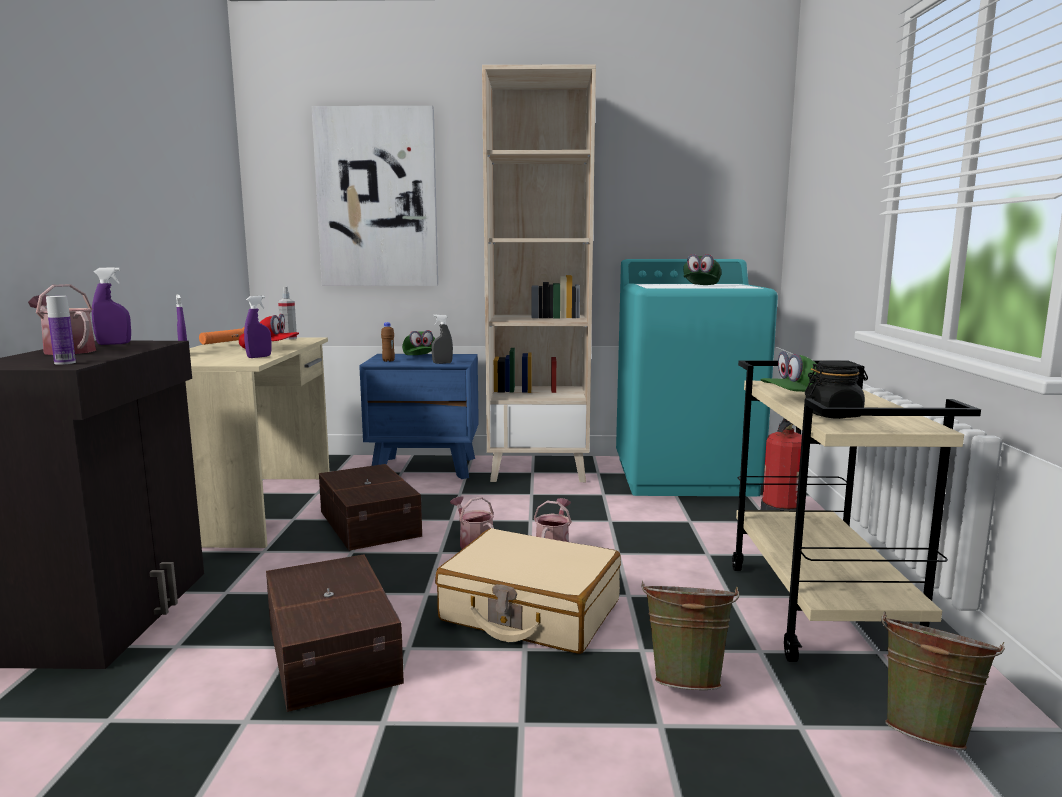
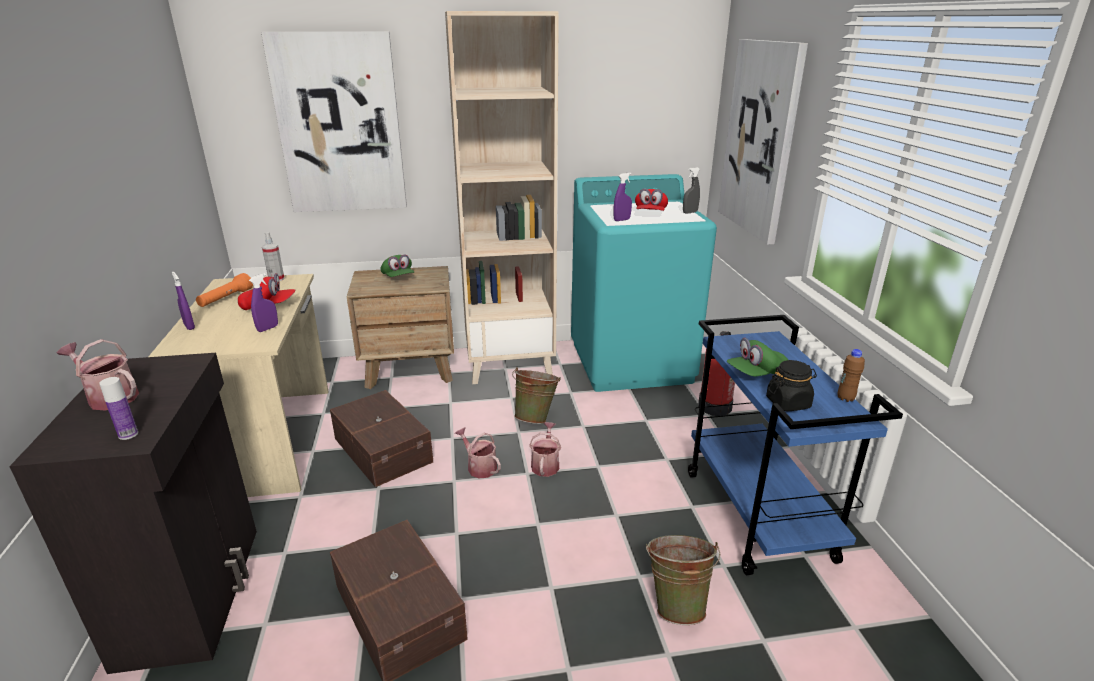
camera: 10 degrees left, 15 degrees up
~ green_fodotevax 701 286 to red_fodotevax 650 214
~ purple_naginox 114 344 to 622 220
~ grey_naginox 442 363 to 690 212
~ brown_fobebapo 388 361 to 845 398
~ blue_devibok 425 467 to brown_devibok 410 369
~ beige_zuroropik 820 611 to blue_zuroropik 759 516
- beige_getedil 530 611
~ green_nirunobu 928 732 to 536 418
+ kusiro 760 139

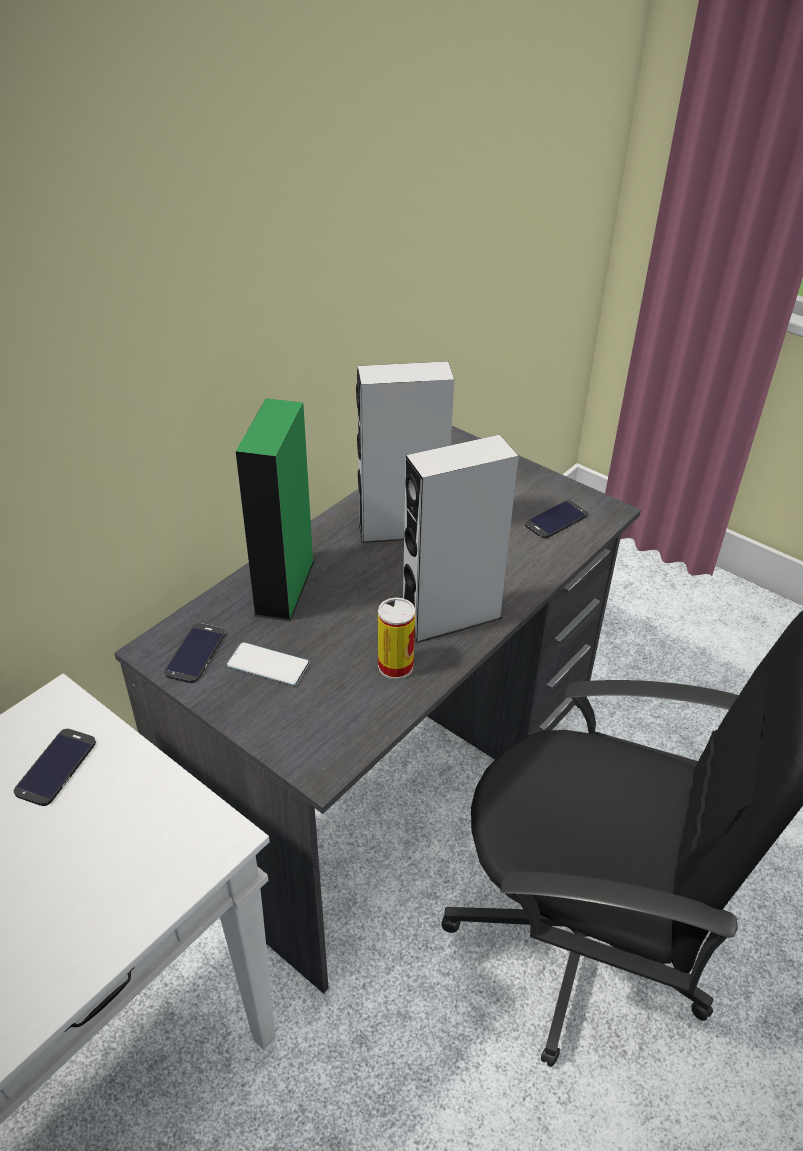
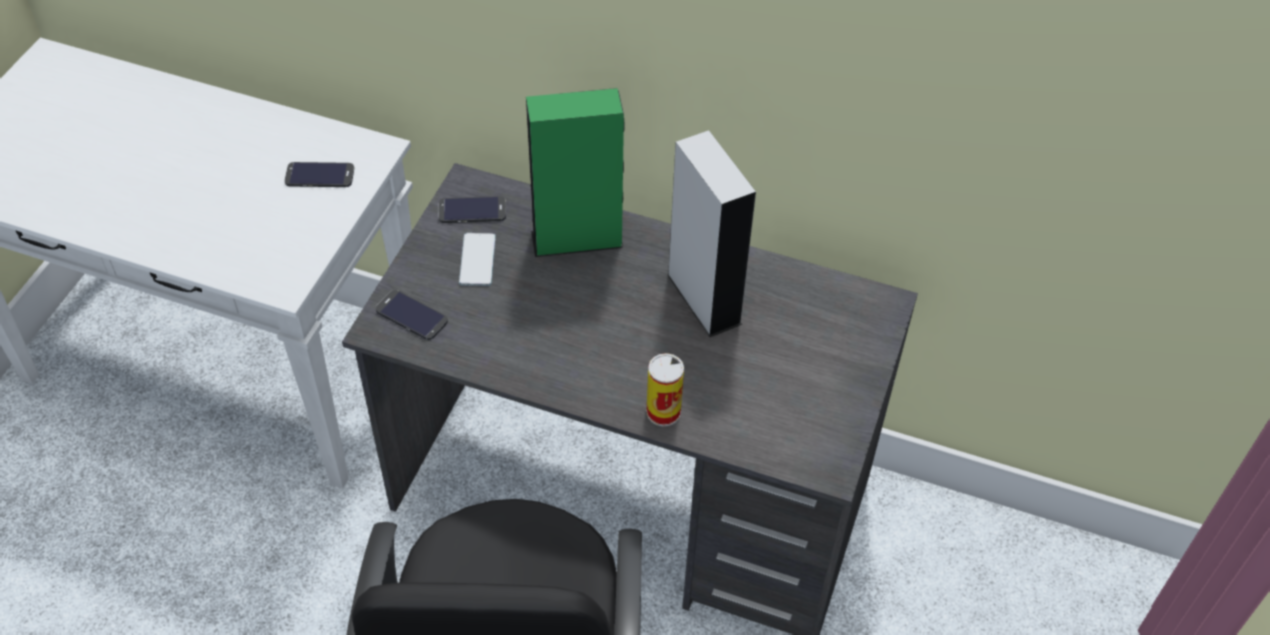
camera: 70 degrees right, 10 degrees up
- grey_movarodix 451 618
~ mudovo 556 520 to 411 315
~ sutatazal 395 666 to 663 412

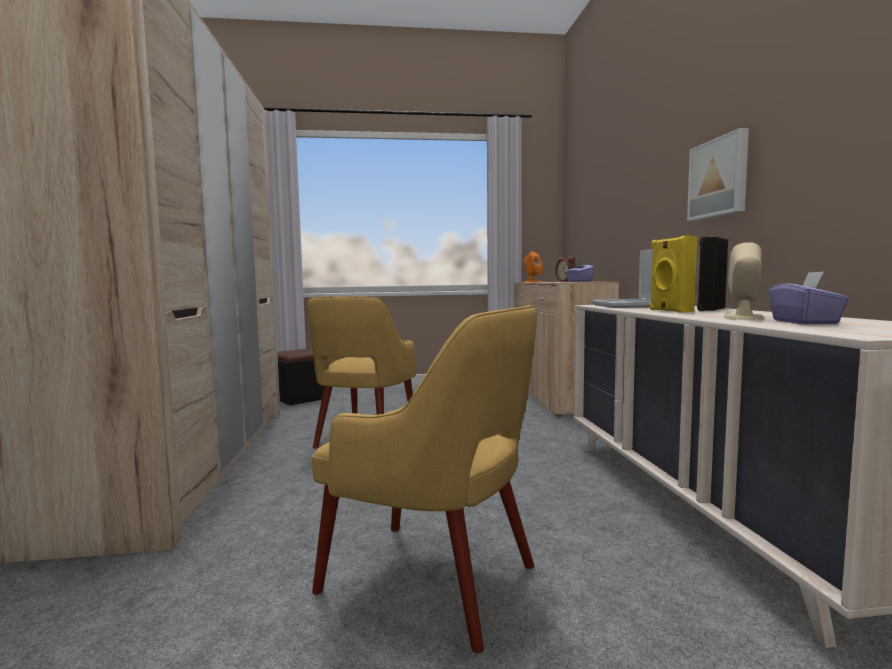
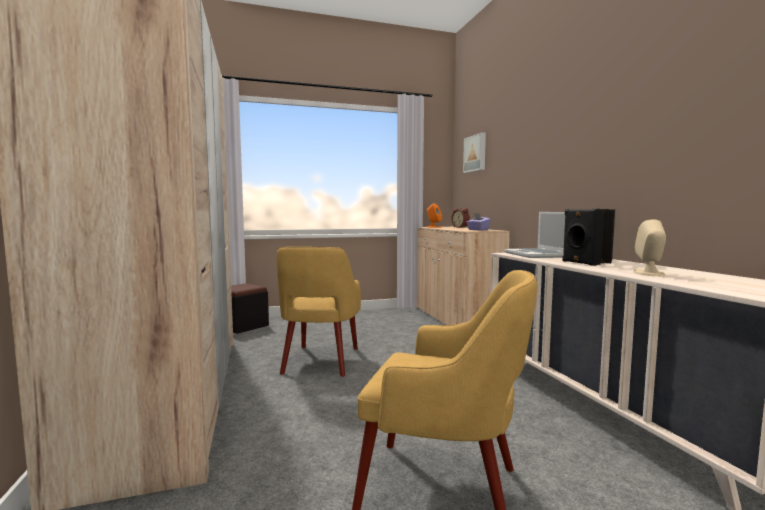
camera: 10 degrees left, 0 degrees up
~ kusiro 719 178 to 475 153
~ yellow_movarodix 669 311 to black_movarodix 579 263
- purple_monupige 805 322

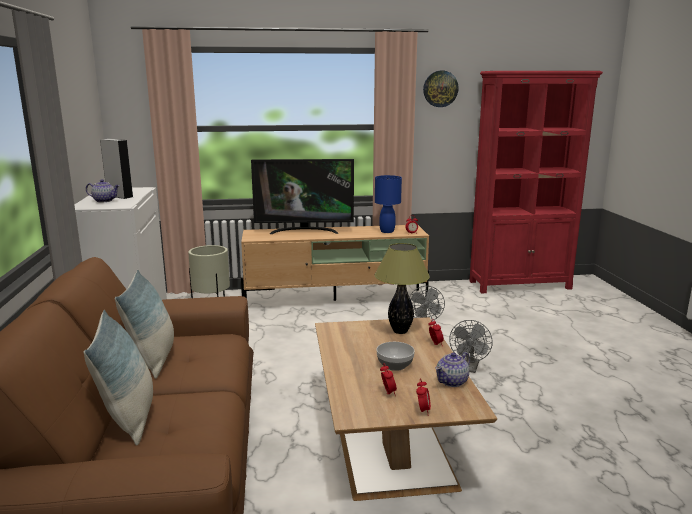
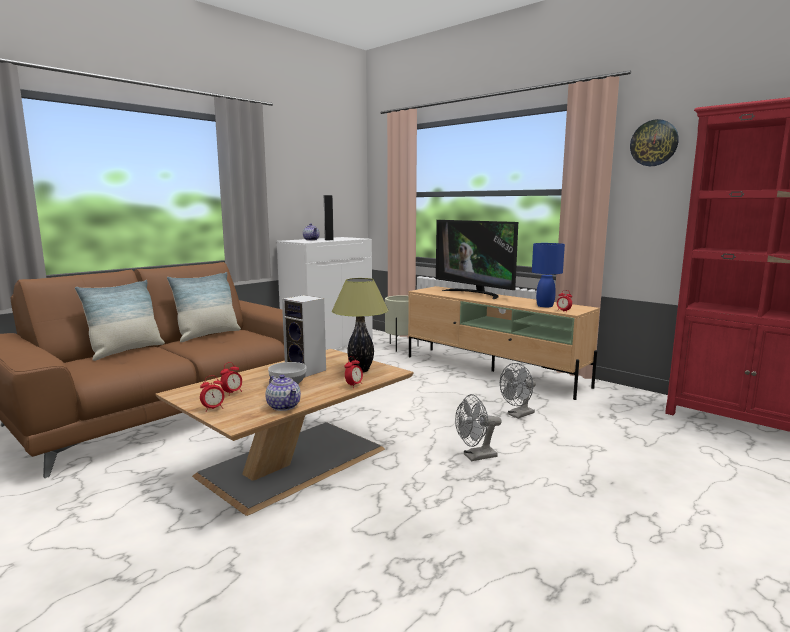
camera: 50 degrees right, 5 degrees down
~ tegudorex 452 381 = 284 406 135 degrees counterclockwise
+ movarodix 307 370

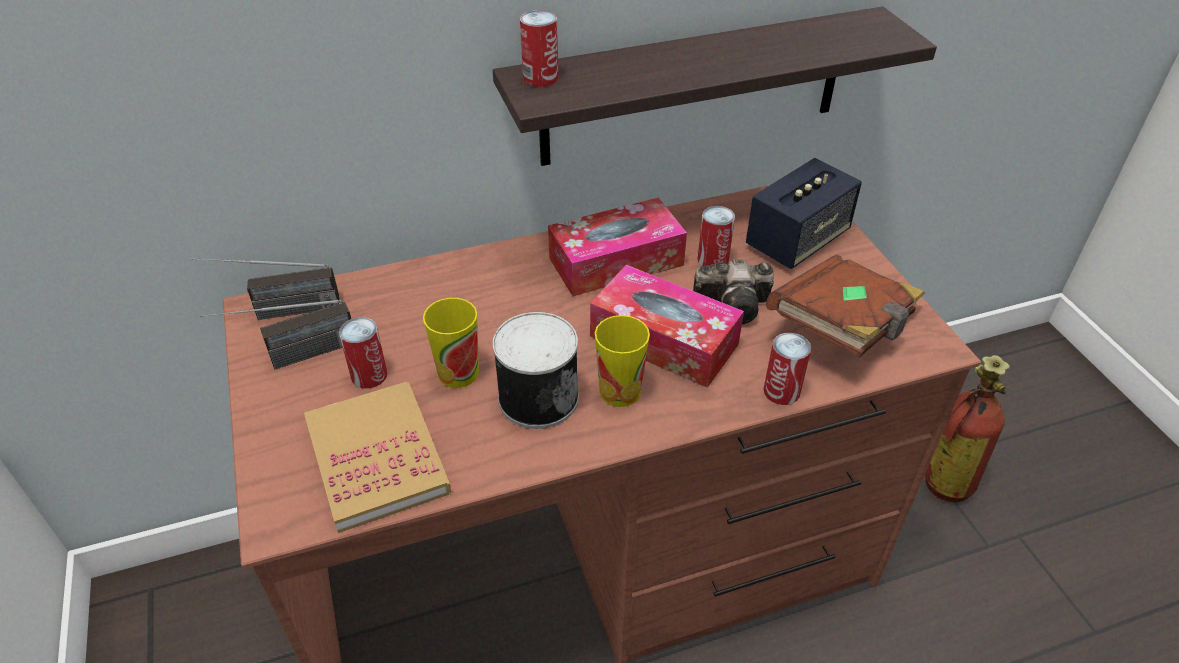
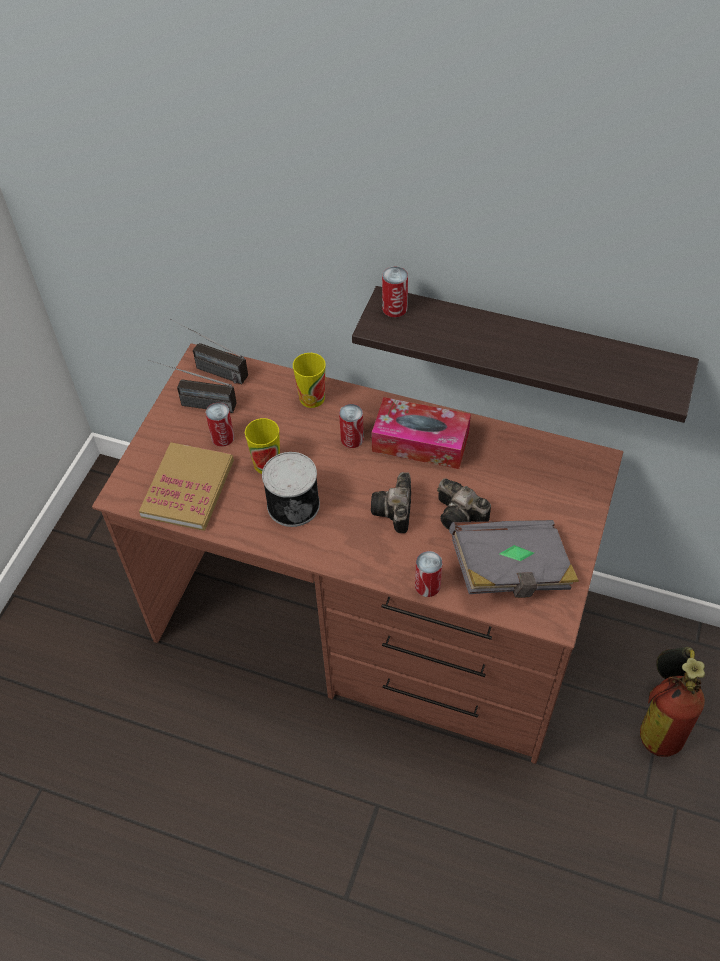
camera: 40 degrees right, 10 degrees up
- movarodix 797 240
~ sutatazal 713 259 to 352 439
~ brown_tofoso 843 327 to grey_tofoso 511 571
~ monupige 664 340 to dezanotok 394 512
~ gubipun 620 391 to 312 398

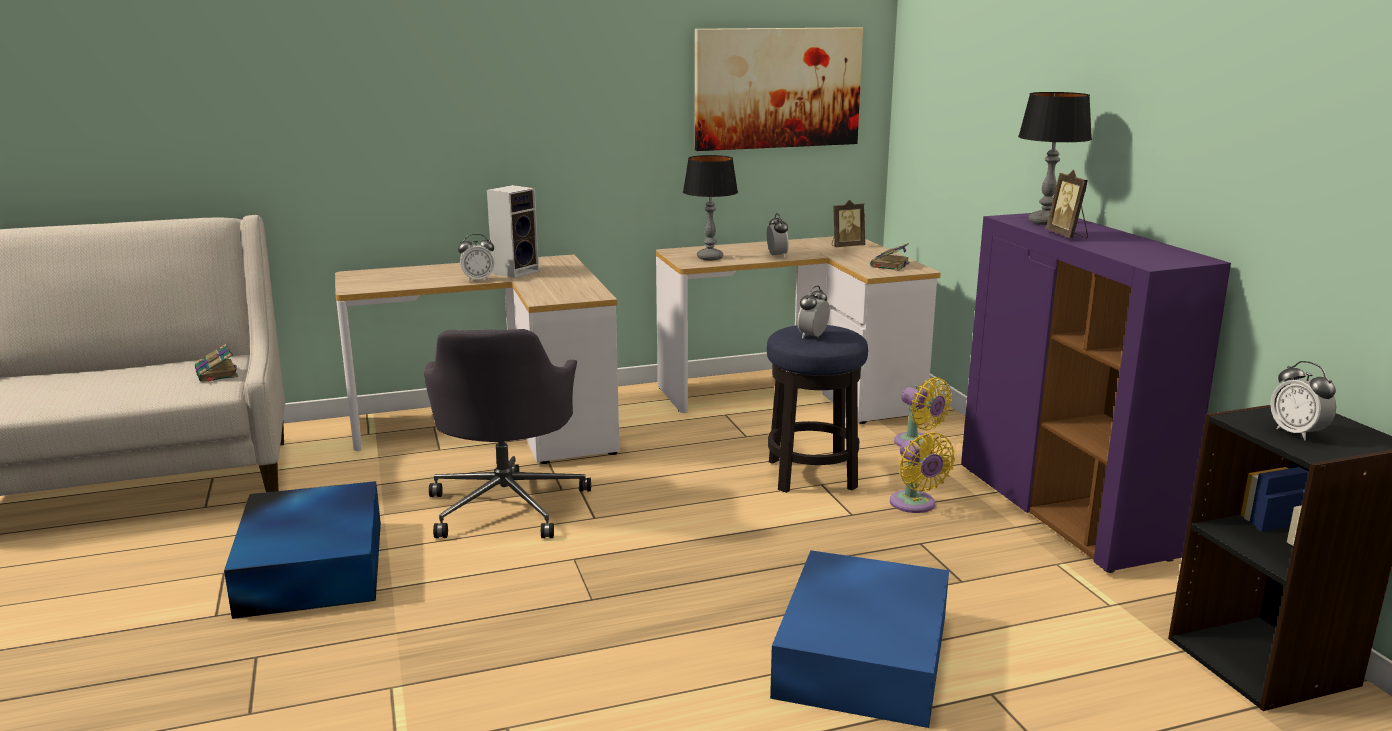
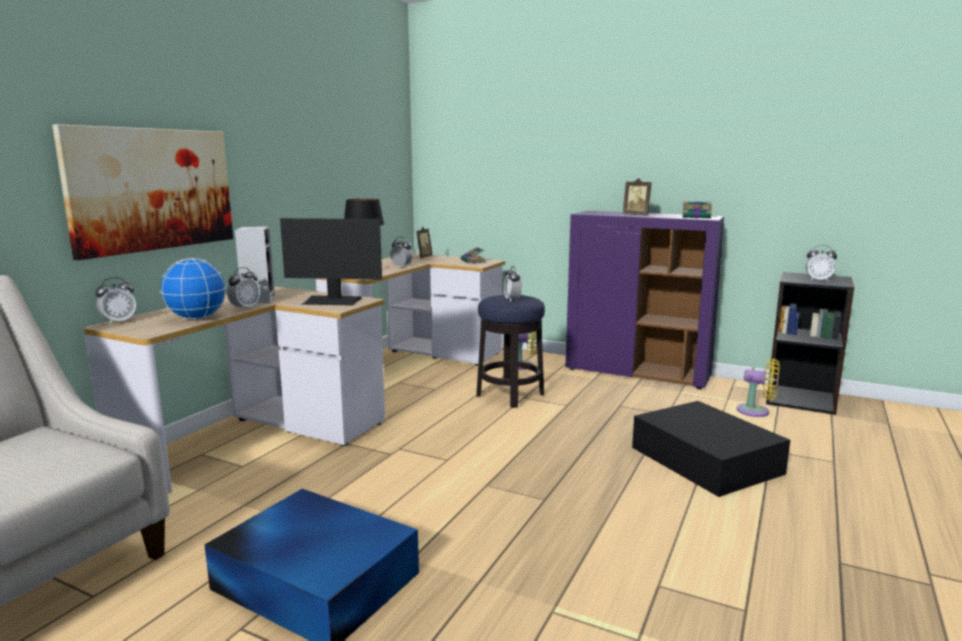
camera: 45 degrees left, 5 degrees down
~ kusiro 778 88 to 153 189
- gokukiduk 1045 222
- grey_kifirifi 507 505
~ tofoso 217 374 to 697 217
~ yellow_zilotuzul 915 505 to 756 411
~ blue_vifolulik 864 654 to black_vifolulik 704 459
+ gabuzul 332 301
+ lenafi 197 318
+ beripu 119 322

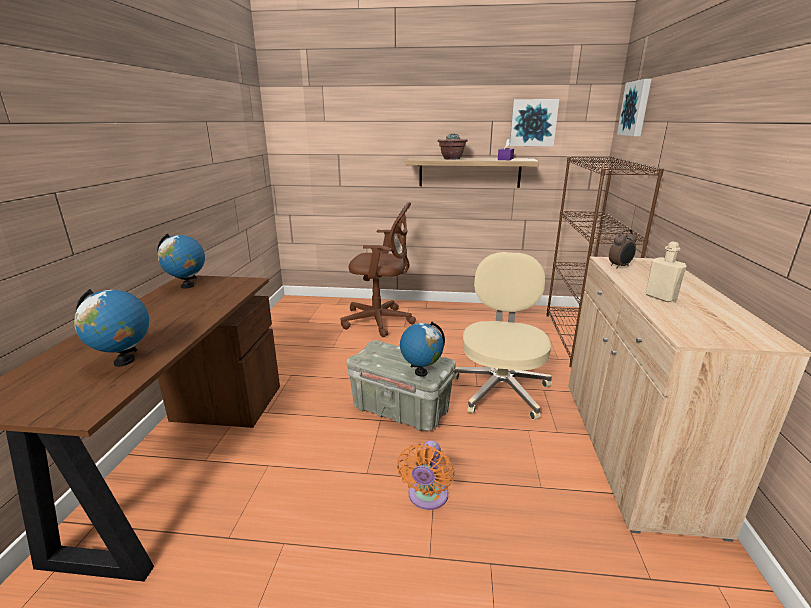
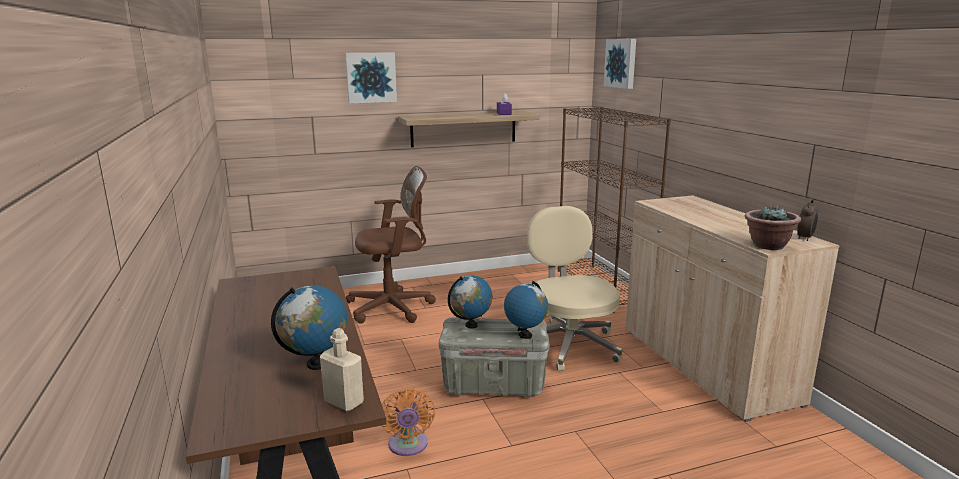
camera: 25 degrees left, 5 degrees down
~ kusiro 533 123 to 371 77
~ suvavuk 451 159 to 768 246
~ beripu 620 266 to 805 238
~ lenafi 187 286 to 471 325
~ beige_fobebapo 660 297 to 344 402
~ orange_zilotuzul 427 497 to 408 446

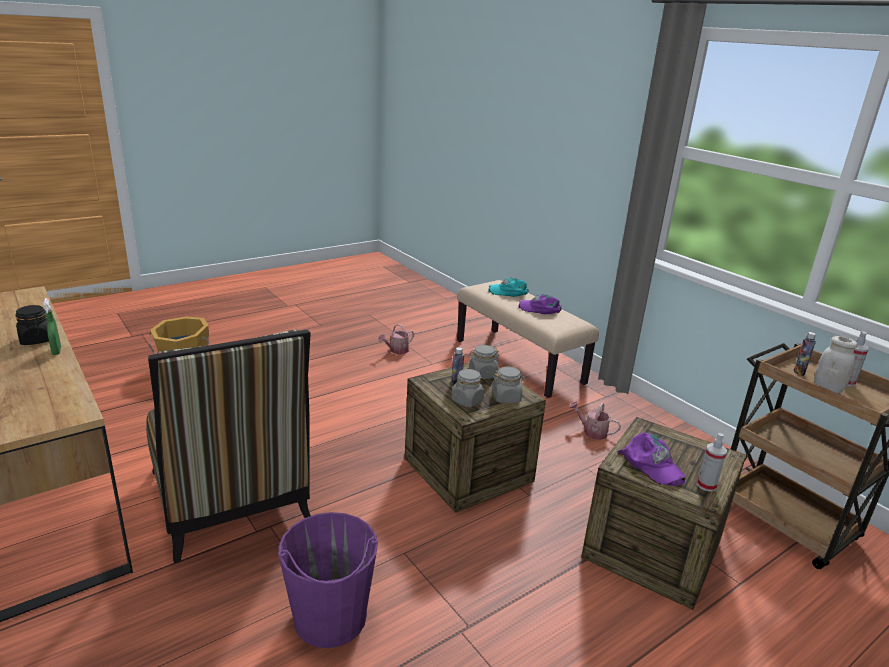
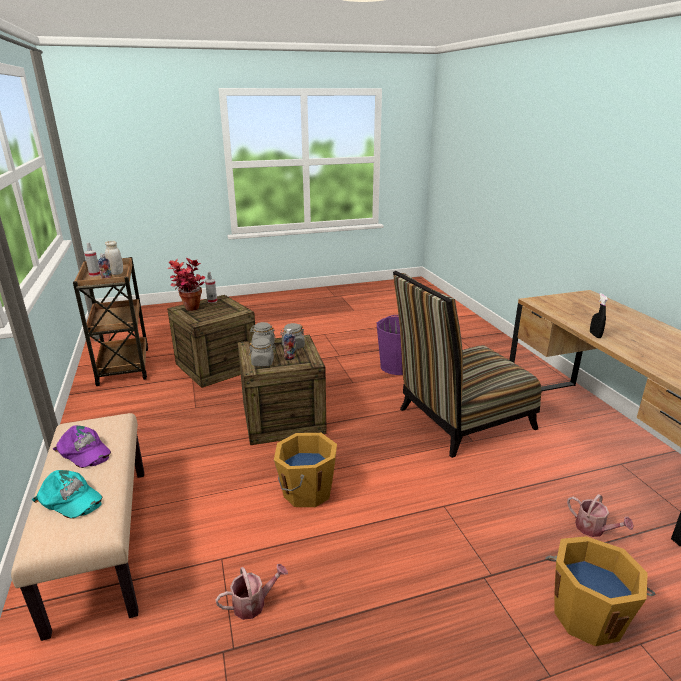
camera: 160 degrees left, 0 degrees up
~ green_naginox 56 351 to black_naginox 595 335
- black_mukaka 36 339
~ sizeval 231 503 = 459 421 105 degrees counterclockwise
~ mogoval 592 432 to 594 529
- purple_fodotevax 652 465
+ suvavuk 190 310
+ orange_nirunobu 306 491

